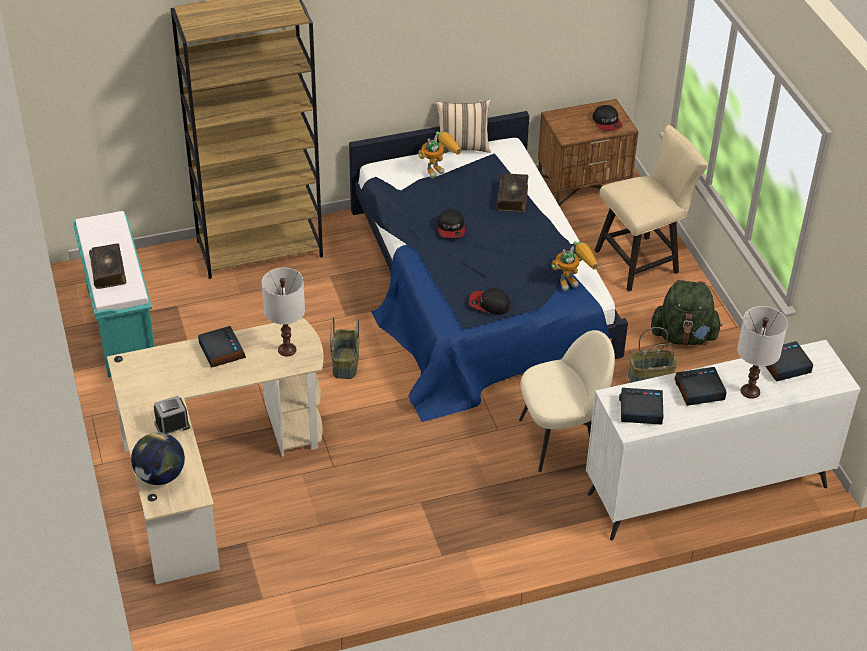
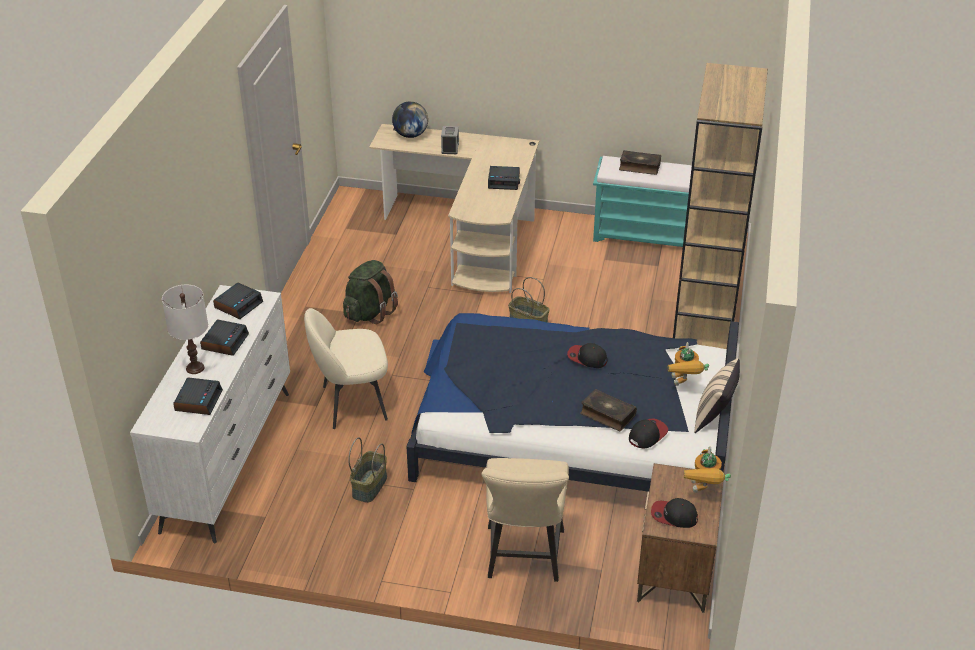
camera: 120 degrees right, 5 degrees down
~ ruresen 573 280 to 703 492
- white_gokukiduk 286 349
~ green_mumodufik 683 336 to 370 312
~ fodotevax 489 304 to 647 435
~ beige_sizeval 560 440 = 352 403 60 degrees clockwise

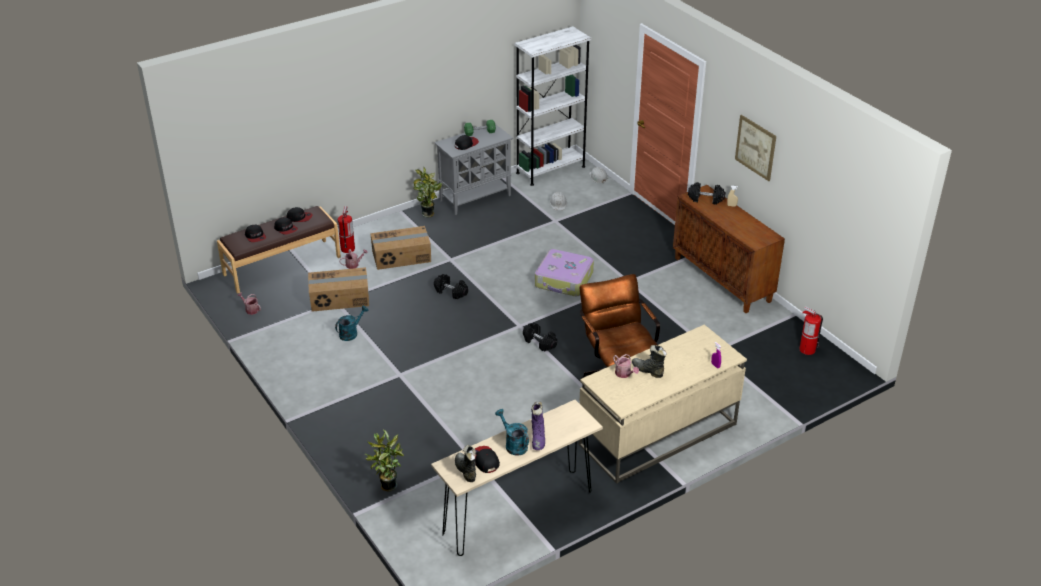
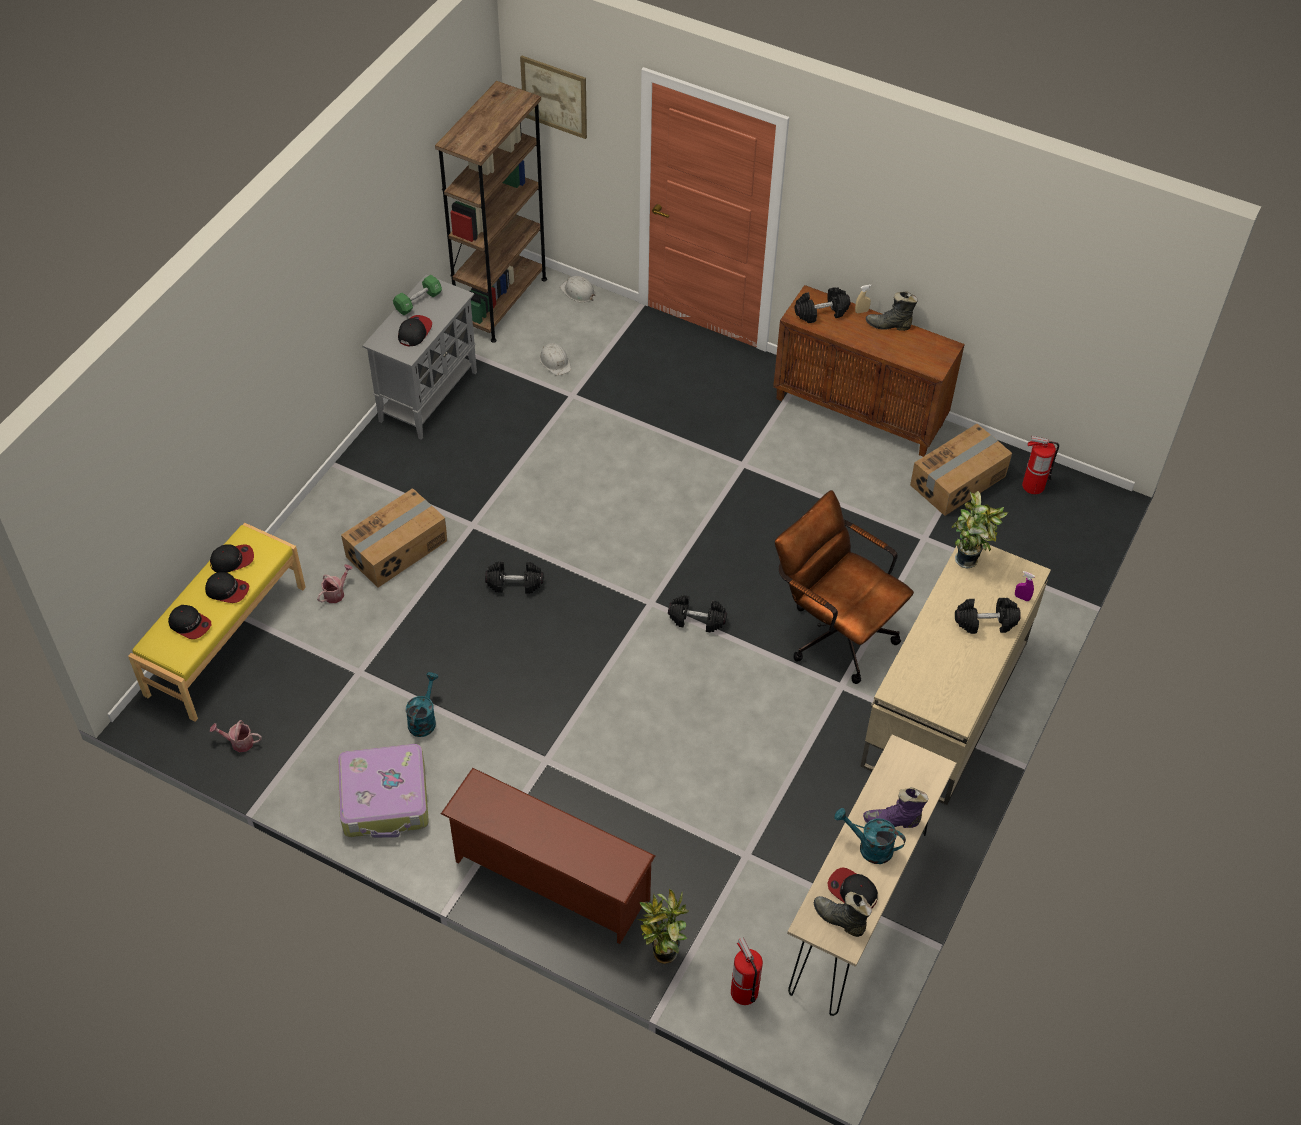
camera: 30 degrees left, 15 degrees up
~ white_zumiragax 550 170 to brown_zumiragax 501 302
~ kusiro 755 147 to 554 96
~ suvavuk 429 214 to 969 560
~ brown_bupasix 282 265 to yellow_bupasix 225 640
~ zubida 347 249 to 744 992
~ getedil 564 280 to 385 799
~ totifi 340 298 to 958 481
~ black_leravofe 648 370 to 889 325
- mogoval 624 374
~ purple_leravofe 538 438 = 892 821 120 degrees clockwise
+ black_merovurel 985 622
+ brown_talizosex 549 881

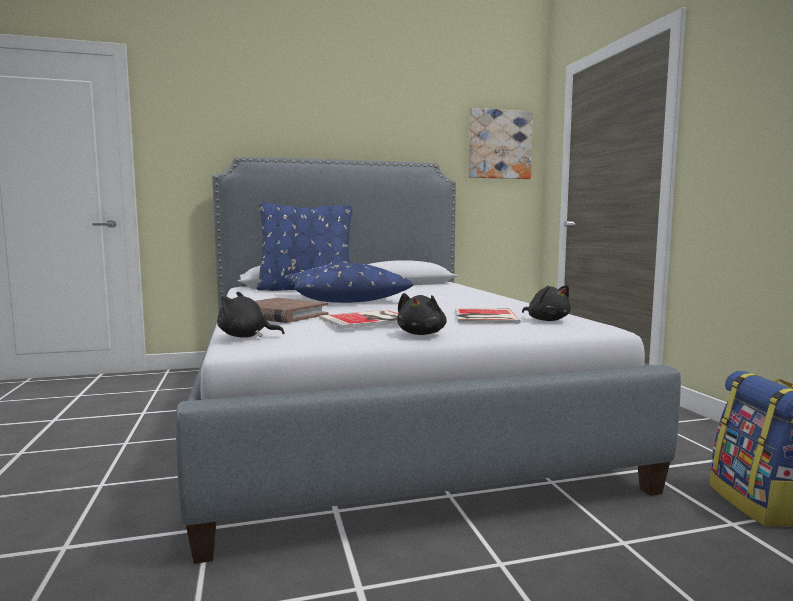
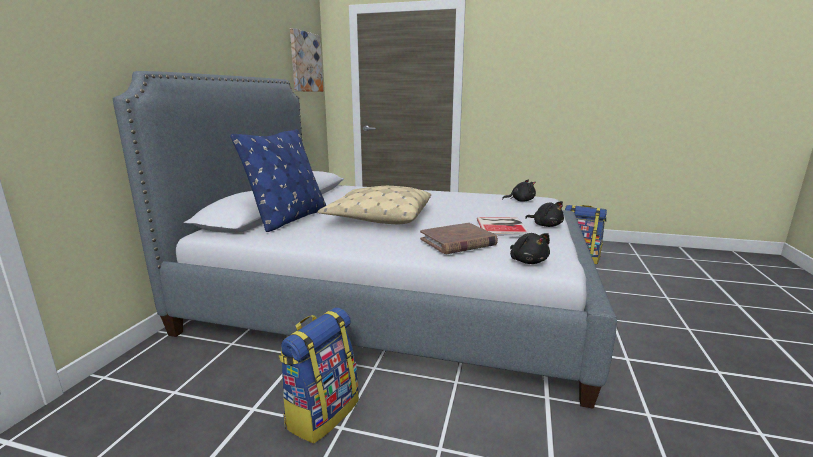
camera: 60 degrees left, 10 degrees up
~ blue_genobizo 344 299 to beige_genobizo 378 218
~ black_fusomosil 246 336 = 528 261 60 degrees counterclockwise
- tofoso 483 316
+ mumodufik 322 413

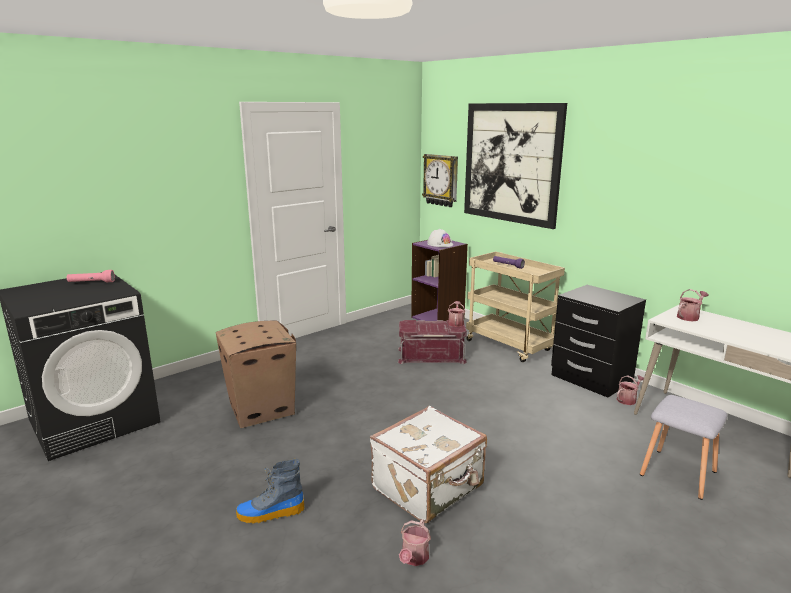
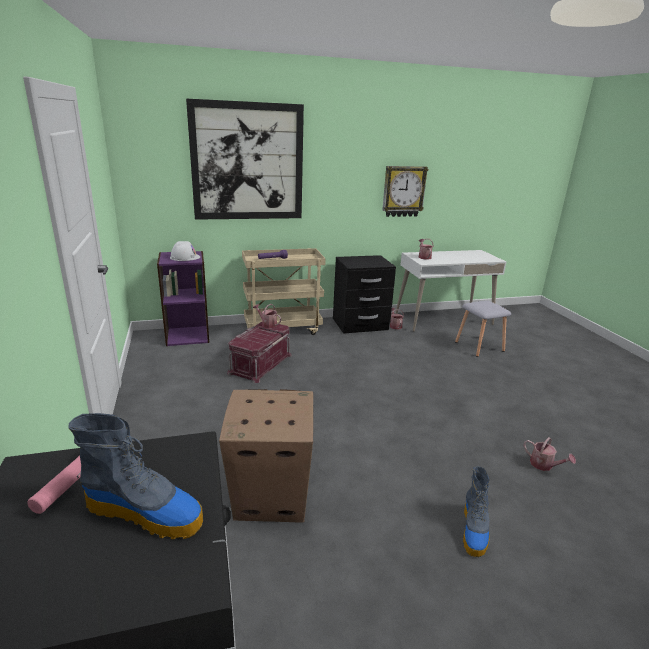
camera: 65 degrees left, 5 degrees up
~ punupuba 441 180 to 403 191
- white_getedil 429 488
+ leravofe 146 513

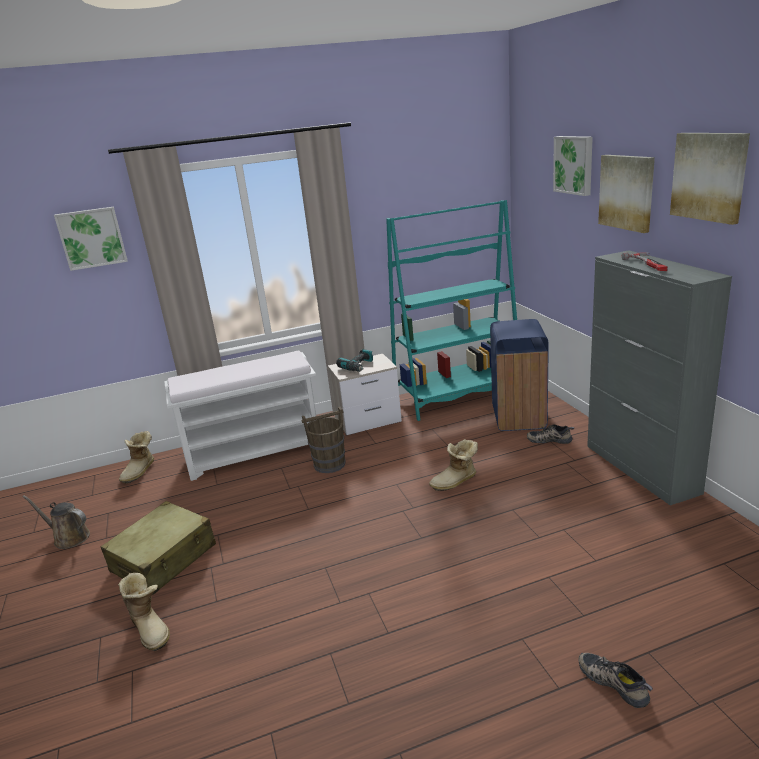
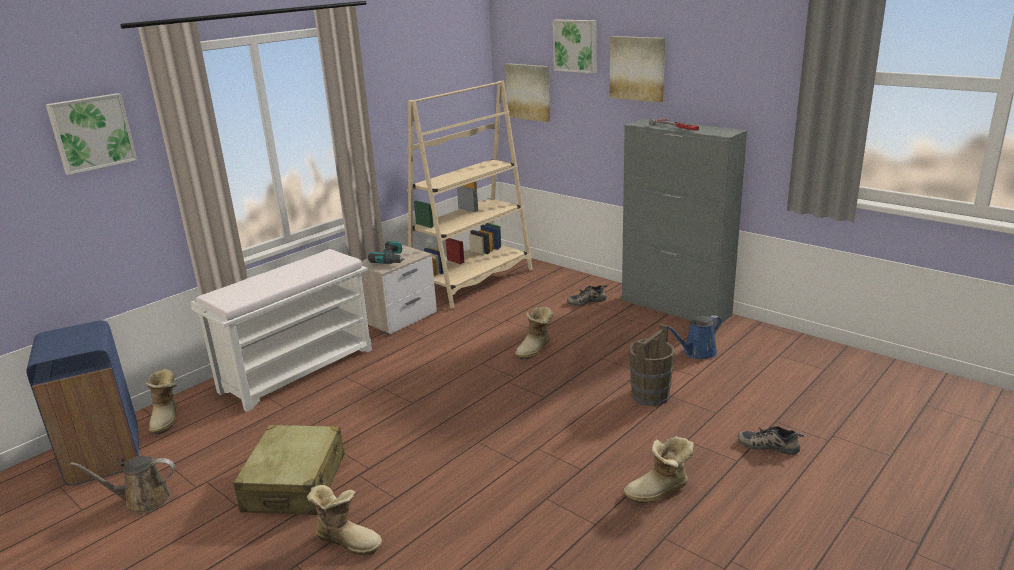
camera: 30 degrees left, 0 degrees up
~ kusiro 709 176 to 528 92
~ turquoise_zumiragax 458 397 to beige_zumiragax 472 282
~ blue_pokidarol 519 417 to 105 457
~ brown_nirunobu 330 464 to 650 395
+ blue_mogoval 697 353
+ leravofe 659 491

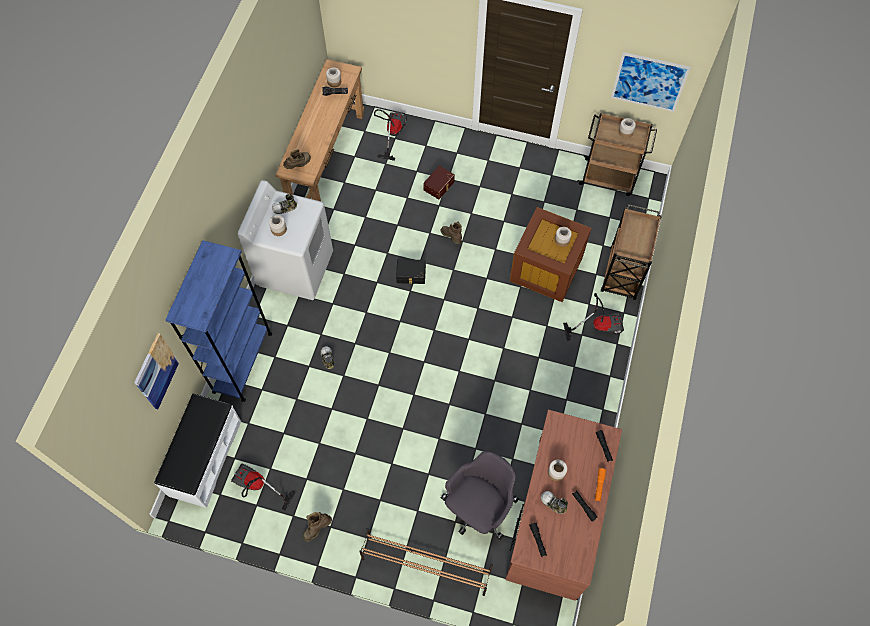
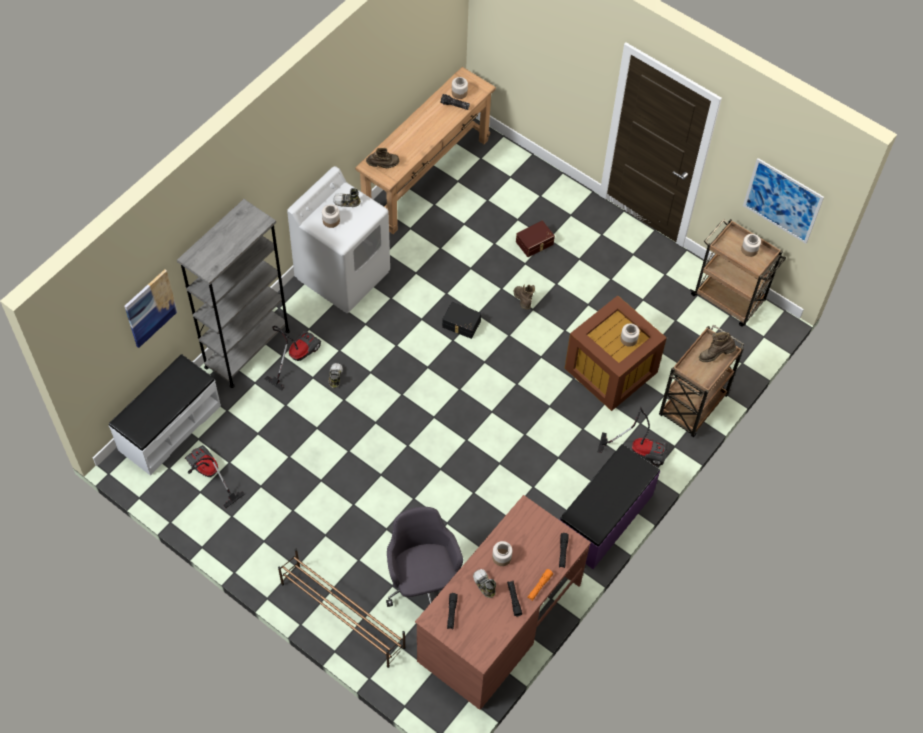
camera: 20 degrees right, 5 degrees down
~ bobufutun 392 134 to 295 356
~ blue_zumiragax 242 362 to grey_zumiragax 247 349
~ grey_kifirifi 479 508 = 423 581 75 degrees counterclockwise
~ brown_leravofe 317 528 to 715 355
+ purple_bupasix 605 519

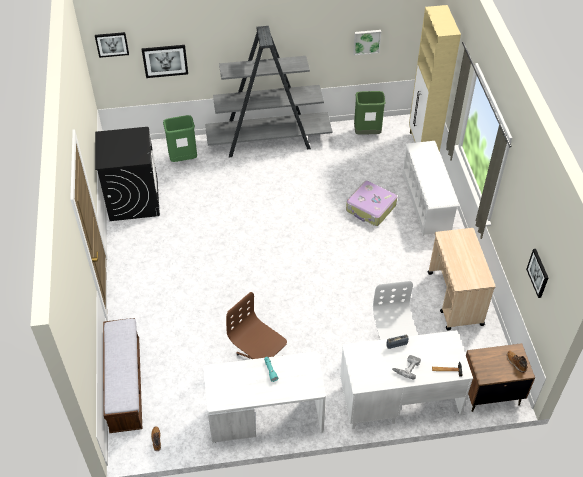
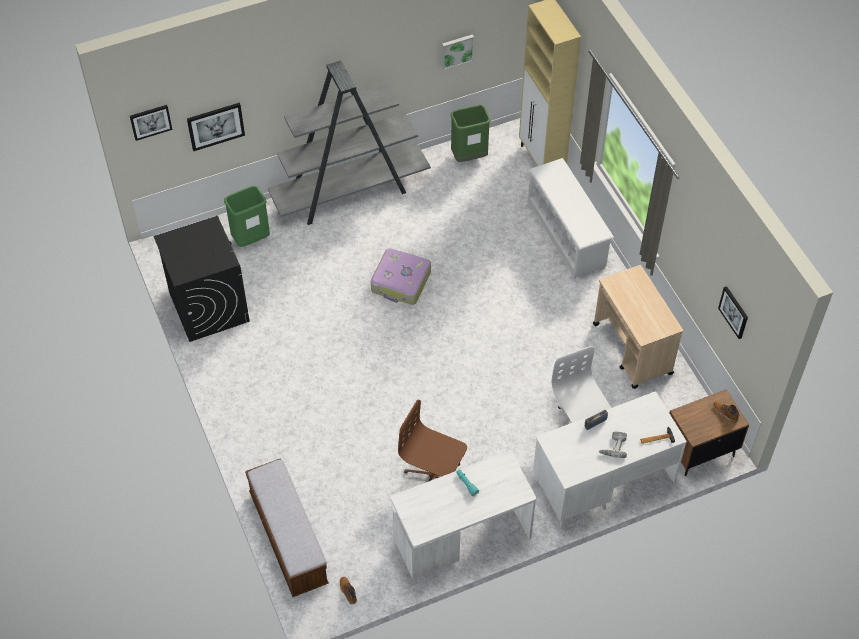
camera: 15 degrees left, 5 degrees up
~ getedil 371 208 to 401 282

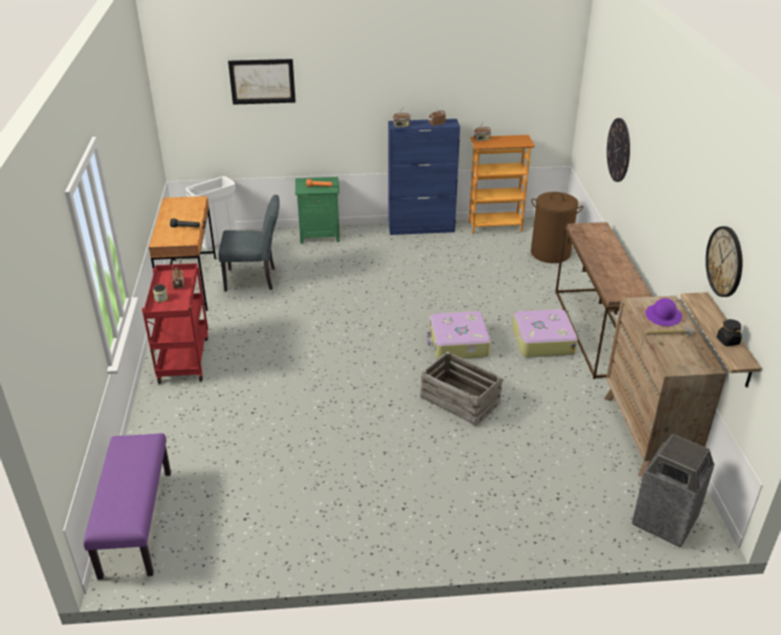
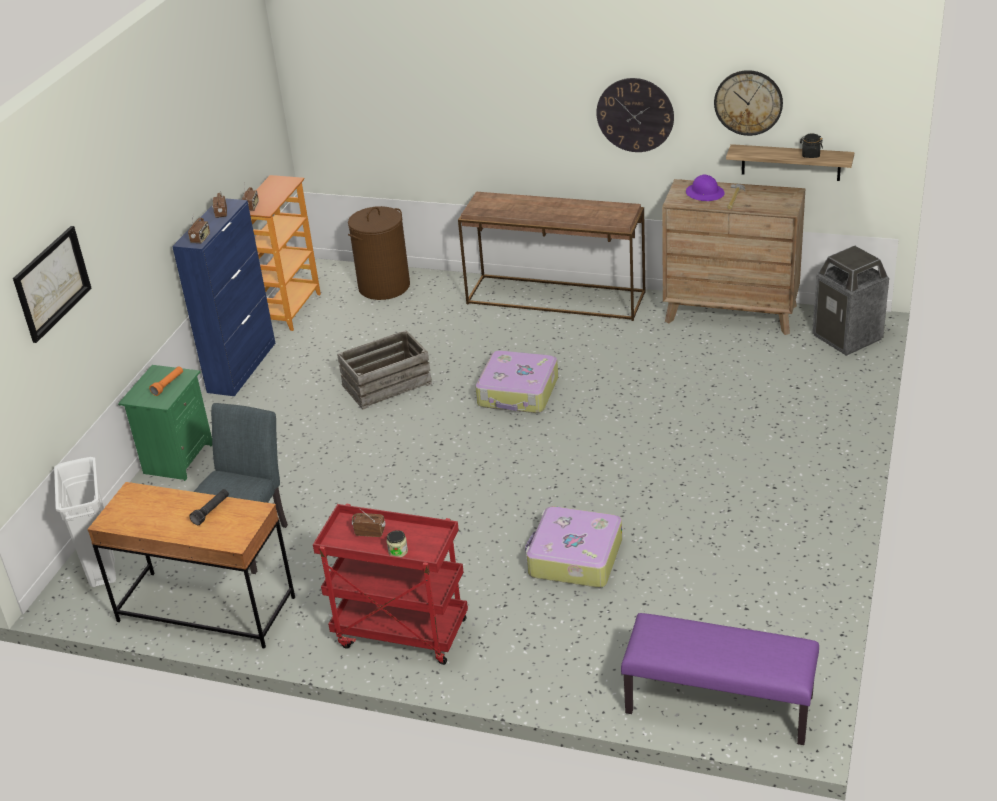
camera: 65 degrees left, 0 degrees up
~ punupuba 618 150 to 635 115
~ getedil 542 340 to 574 558
~ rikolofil 459 401 to 387 385

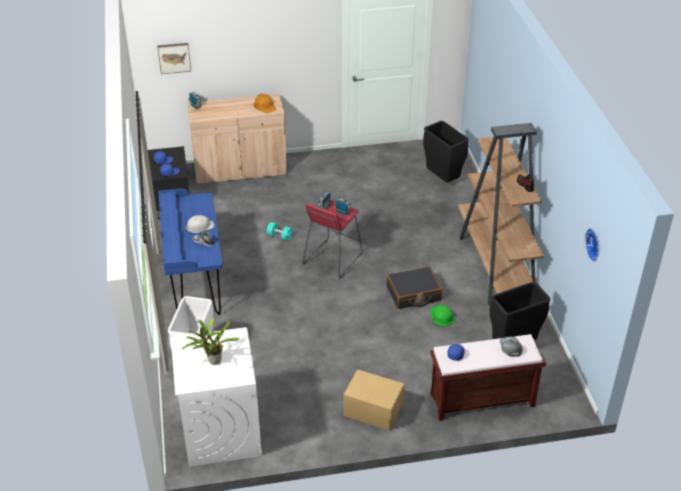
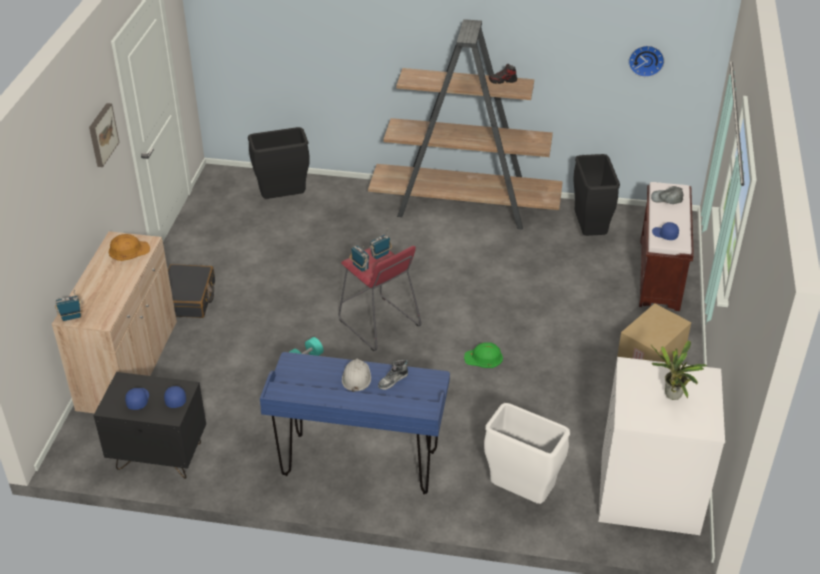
camera: 70 degrees left, 0 degrees up
~ kusiro 174 57 to 101 134
~ black_getedil 413 294 to 188 299
~ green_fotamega 441 316 to 484 358

